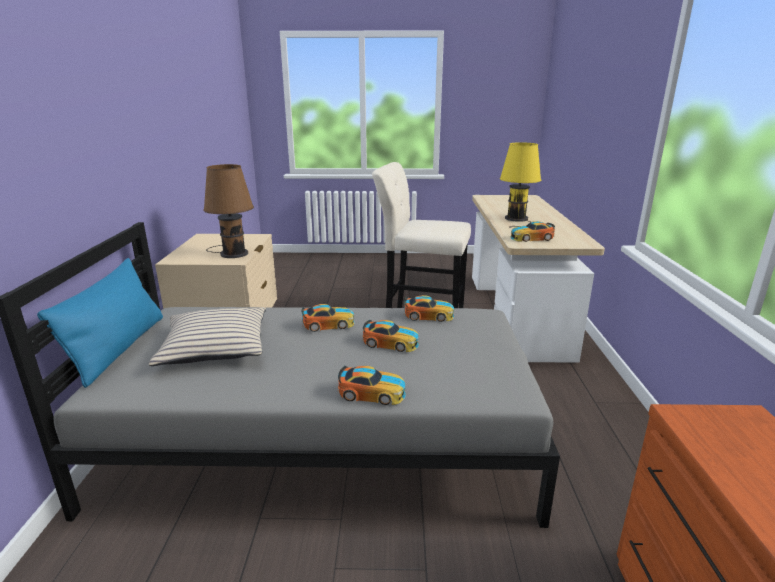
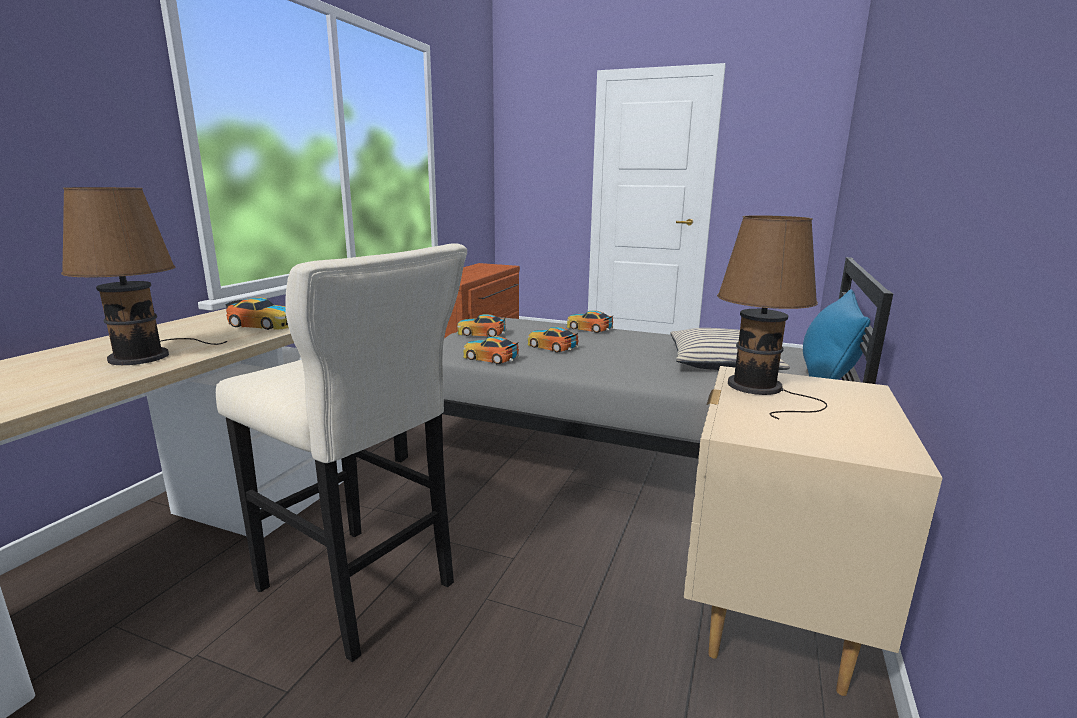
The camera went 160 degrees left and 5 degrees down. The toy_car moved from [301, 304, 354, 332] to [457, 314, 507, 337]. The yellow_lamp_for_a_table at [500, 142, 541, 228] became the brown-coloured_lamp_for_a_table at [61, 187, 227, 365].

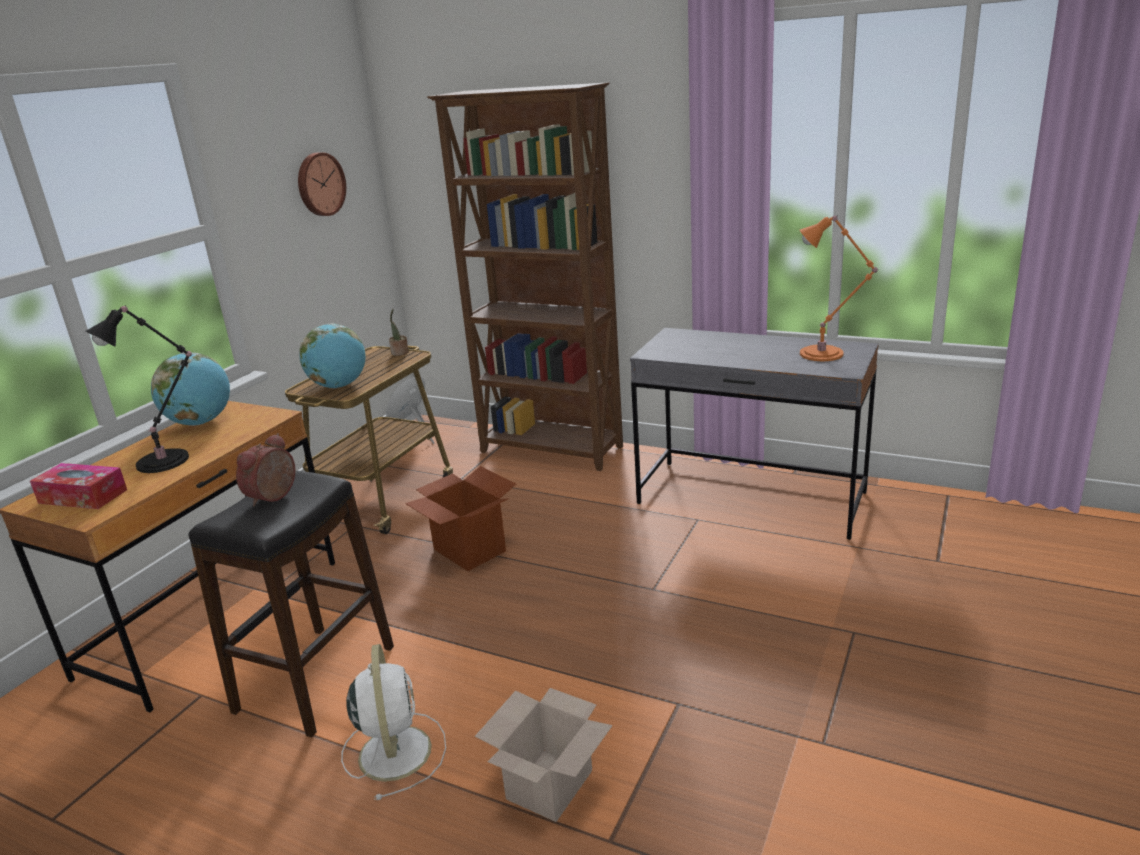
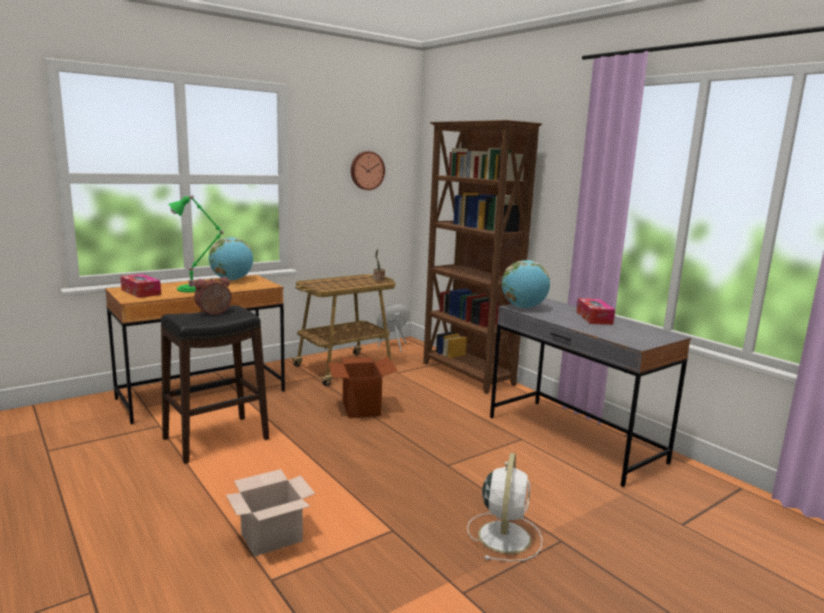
The camera went 25 degrees right and 10 degrees down. The orange-coloured_lamp_for_a_table at [800, 215, 878, 361] disappeared. The box_of_tissues at [577, 298, 615, 325] appeared. The desk_globe moved from [299, 323, 366, 388] to [502, 260, 550, 308]. The white_cooling_fan moved from [341, 644, 446, 800] to [467, 453, 542, 561]. The black-coloured_lamp_for_a_table at [86, 305, 192, 473] became the greenish_lamp_for_a_table at [168, 195, 224, 292].

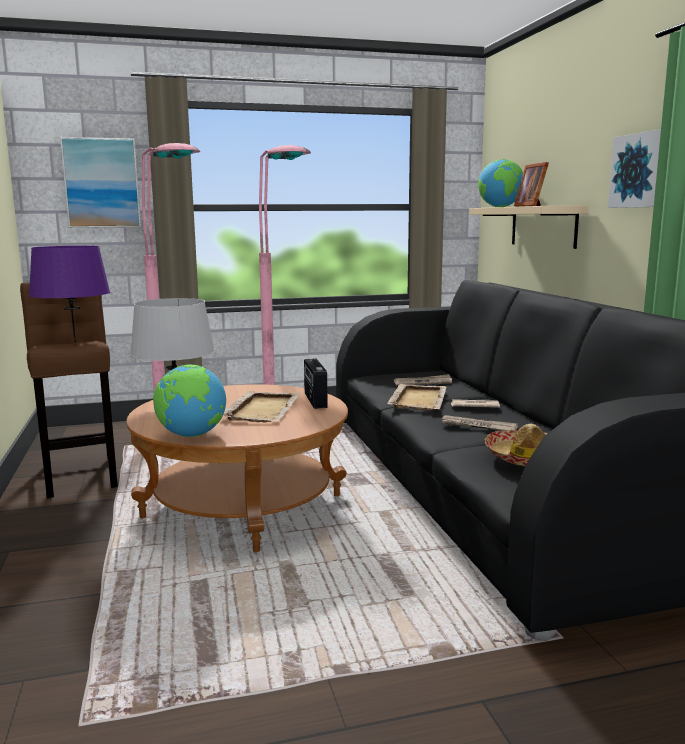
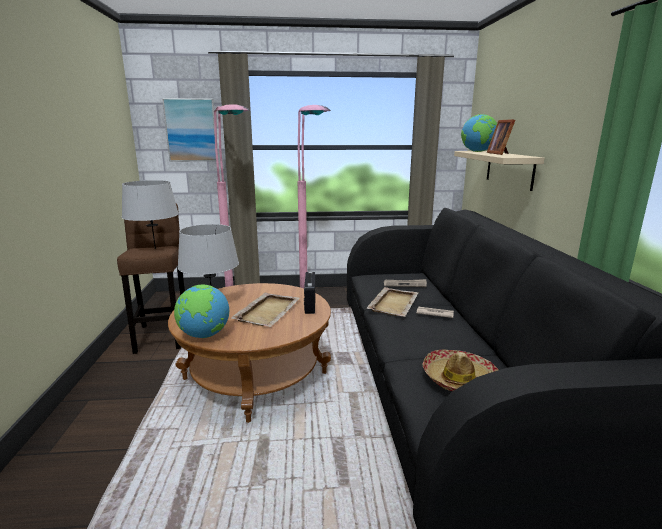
The camera went 10 degrees right and 5 degrees up. The daily_paper at [440, 415, 518, 431] disappeared. The picture at [608, 129, 661, 208] disappeared. The purplish_lamp_for_a_table at [29, 246, 110, 343] became the grey_lamp_for_a_table at [122, 180, 179, 249].

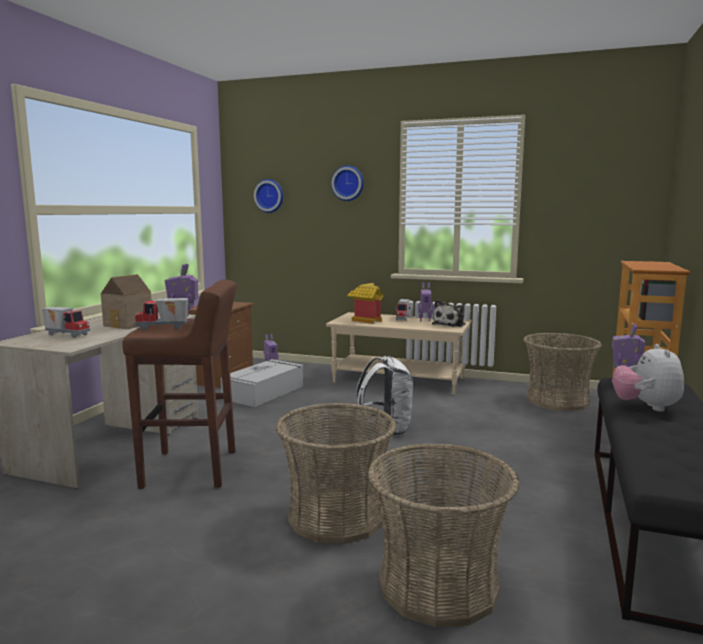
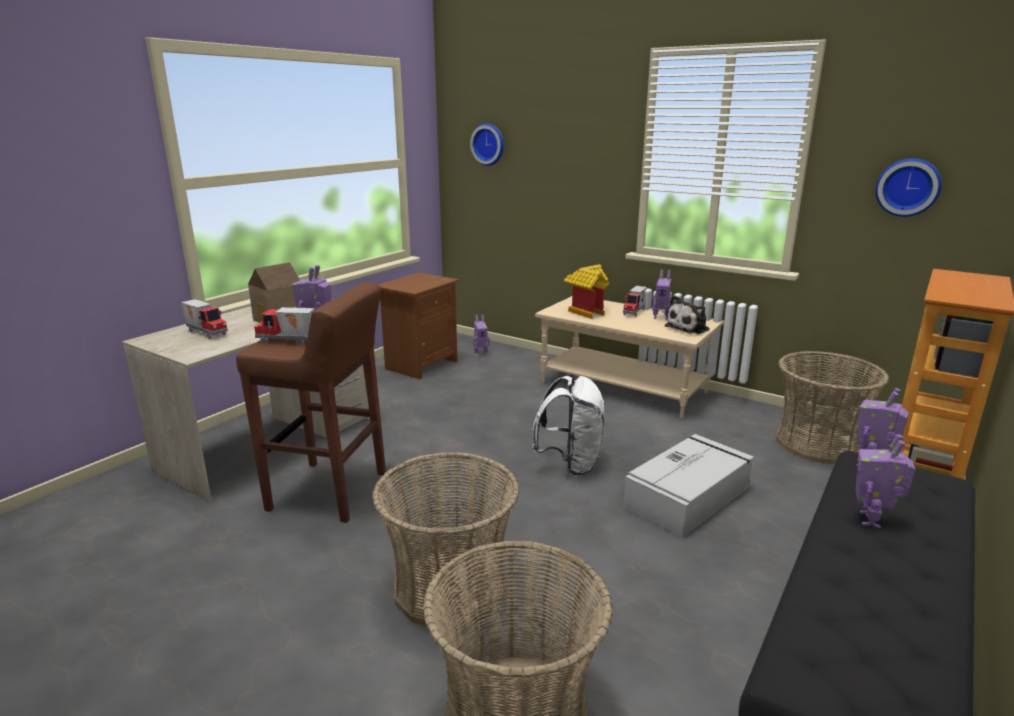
The camera went 15 degrees right and 10 degrees up. The grey_storage_container moved from [221, 359, 303, 407] to [623, 434, 754, 538]. The wall_clock moved from [331, 165, 364, 201] to [875, 158, 942, 217]. The plush_toy at [612, 344, 684, 412] was replaced by the model_robot at [856, 434, 915, 529].

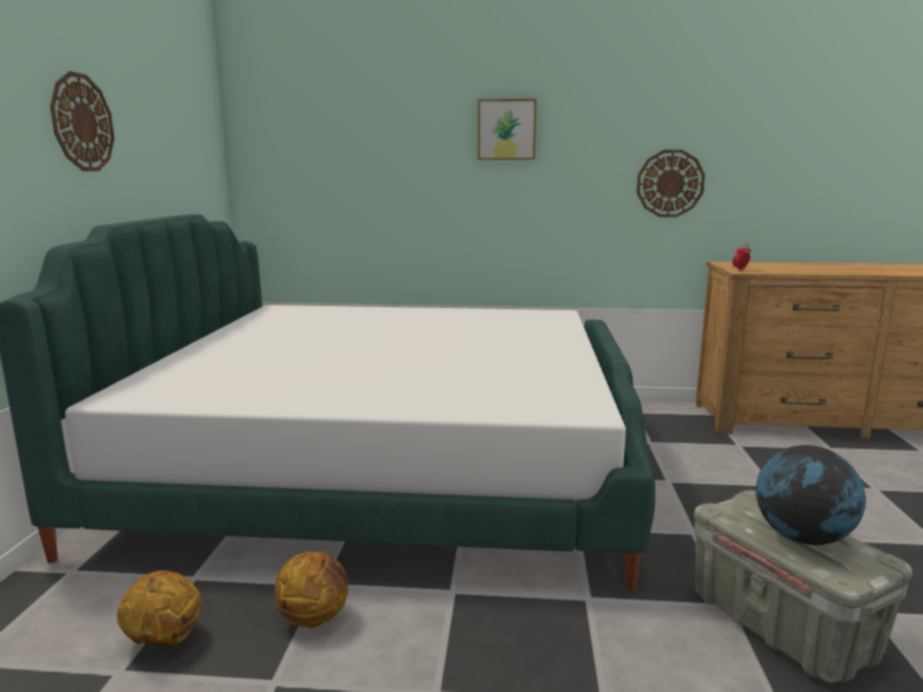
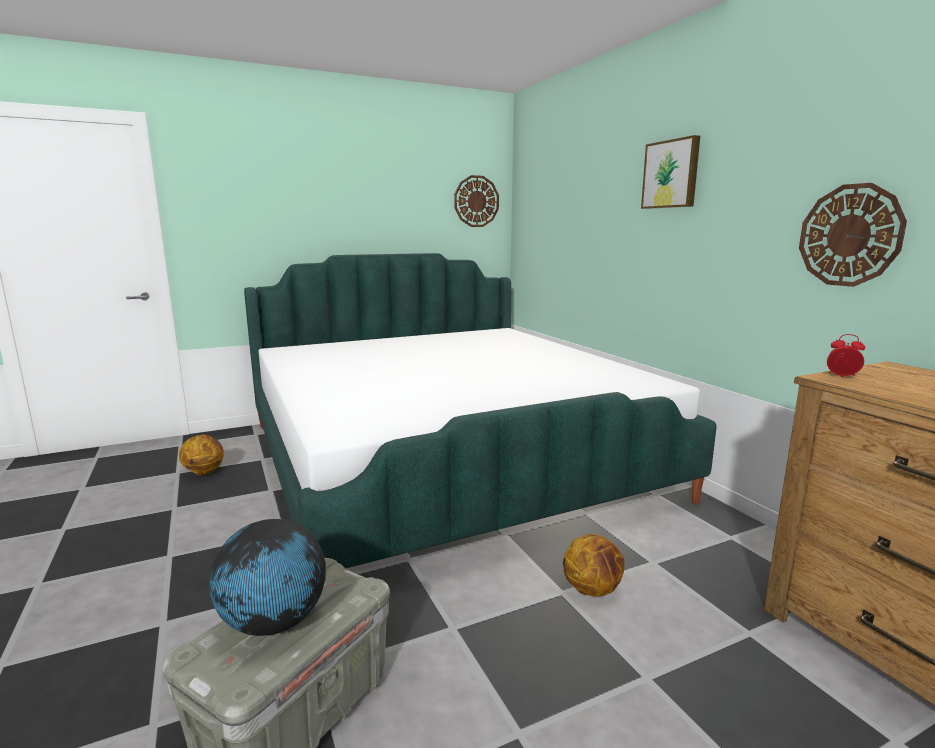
The camera went 60 degrees right and 0 degrees up. The wall_clock moved from [50, 71, 114, 171] to [454, 175, 499, 227]. The basketball_ball moved from [274, 551, 348, 628] to [563, 533, 625, 597].

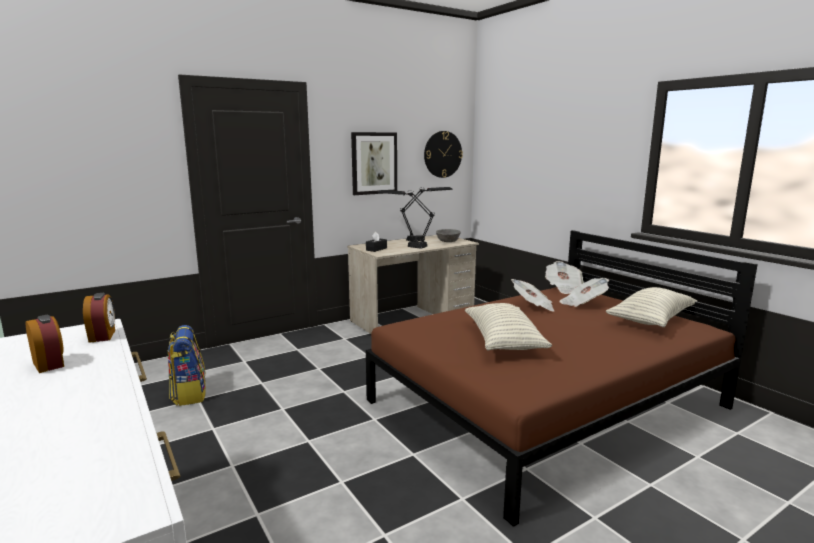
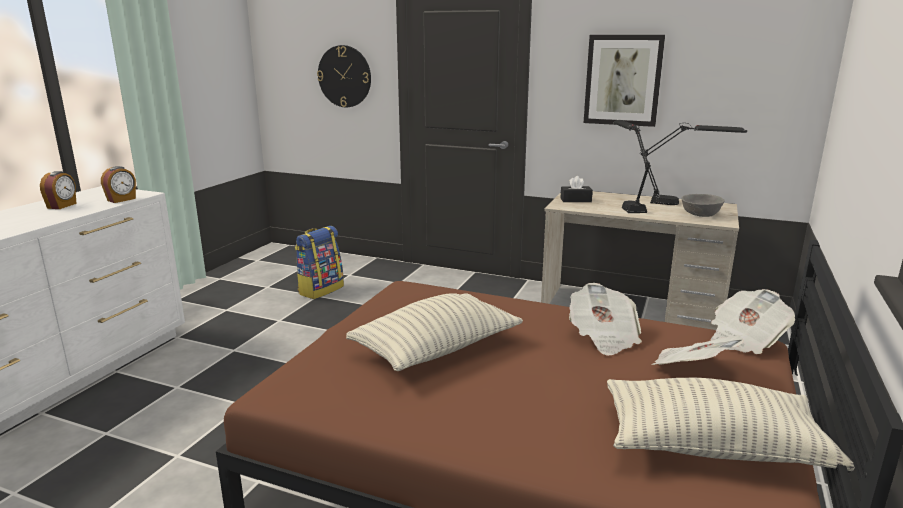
The camera went 55 degrees right and 5 degrees up. The wall_clock moved from [424, 131, 463, 178] to [317, 45, 371, 107].

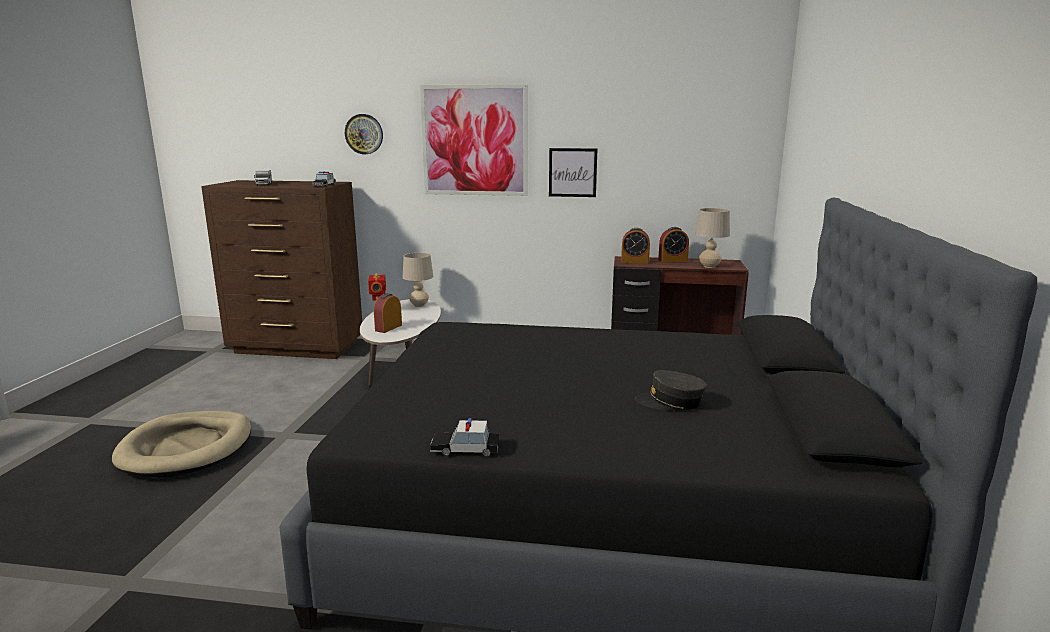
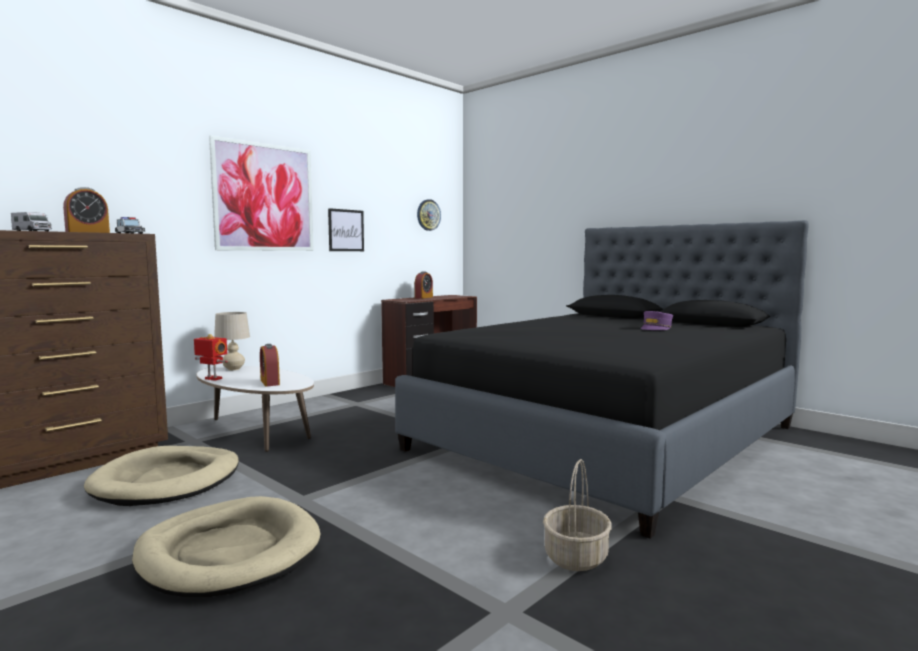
The camera went 55 degrees left and 10 degrees down. The toy_car at [430, 418, 500, 456] disappeared. The beige-coloured_lamp_for_a_table at [695, 208, 730, 268] disappeared. The beige-coloured_dog_cushion at [84, 446, 239, 506] appeared. The storage_basket at [543, 459, 612, 571] appeared. The wall_clock moved from [345, 114, 383, 154] to [417, 199, 441, 231]. The alarm_clock moved from [621, 228, 650, 264] to [63, 187, 110, 233]. The grey_baseball_cap at [635, 370, 707, 411] became the purplish_baseball_cap at [640, 311, 673, 330].

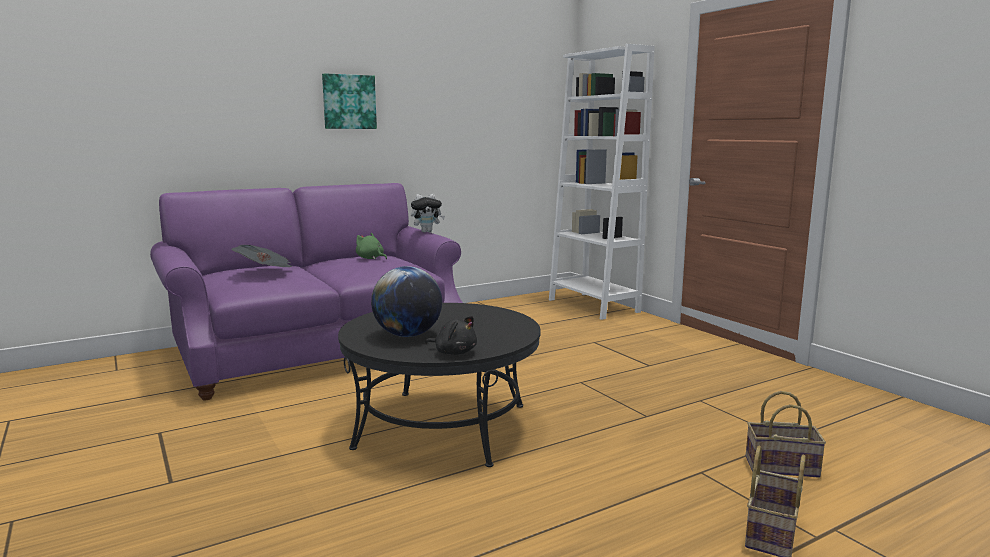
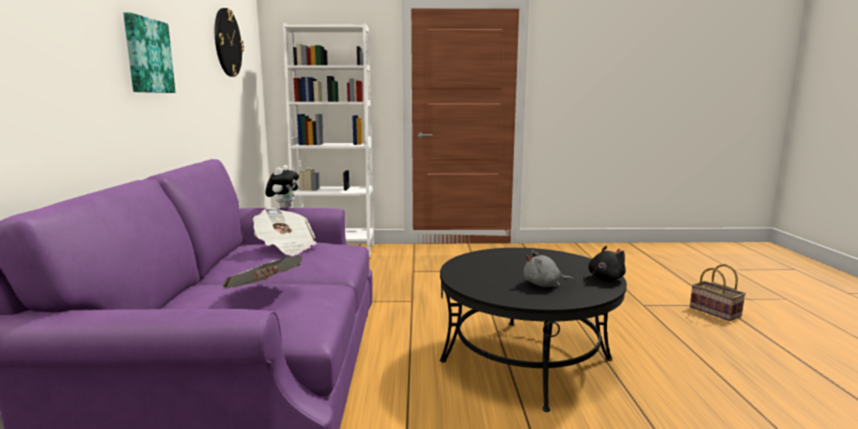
The camera went 60 degrees left and 0 degrees up. The storage_basket at [746, 391, 826, 478] disappeared. The wall_clock at [215, 8, 244, 77] appeared. The greenish_plush_toy at [356, 233, 387, 259] was replaced by the daily_paper at [253, 208, 317, 256]. The desk_globe at [371, 266, 442, 337] was replaced by the grey_plush_toy at [524, 250, 574, 287].

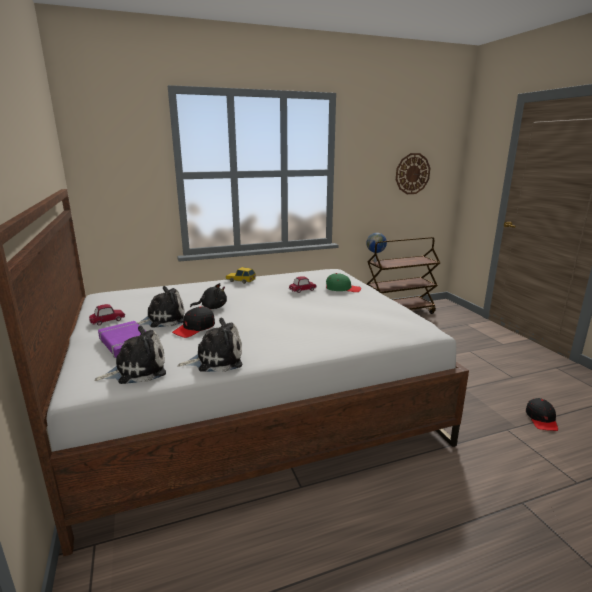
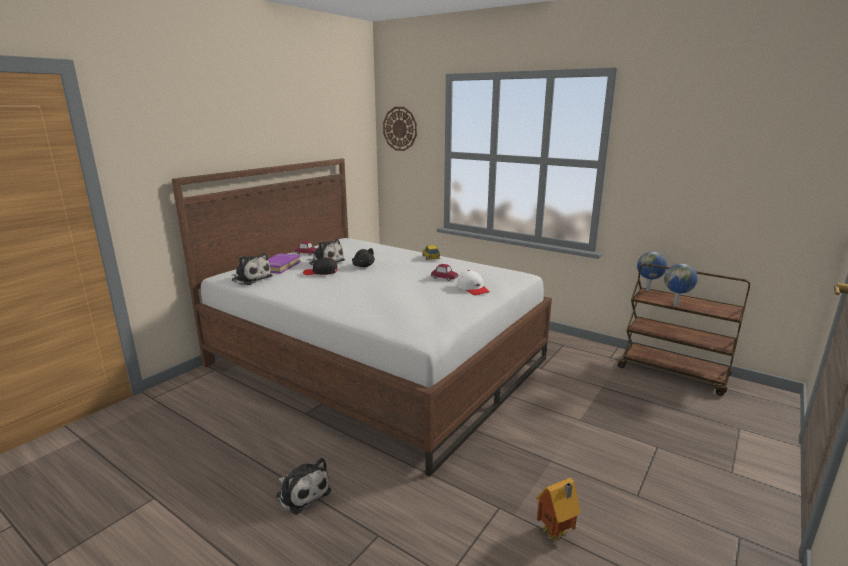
The camera went 55 degrees right and 0 degrees up. The desk_globe at [664, 264, 697, 306] appeared. The plush_toy moved from [177, 318, 242, 372] to [276, 458, 331, 515]. The wall_clock moved from [396, 153, 430, 194] to [383, 107, 417, 151]. The black-coloured_baseball_cap at [526, 398, 558, 431] was replaced by the toy_house at [536, 478, 581, 543]. The greenish_baseball_cap at [326, 273, 361, 292] became the white_baseball_cap at [457, 270, 490, 295].

